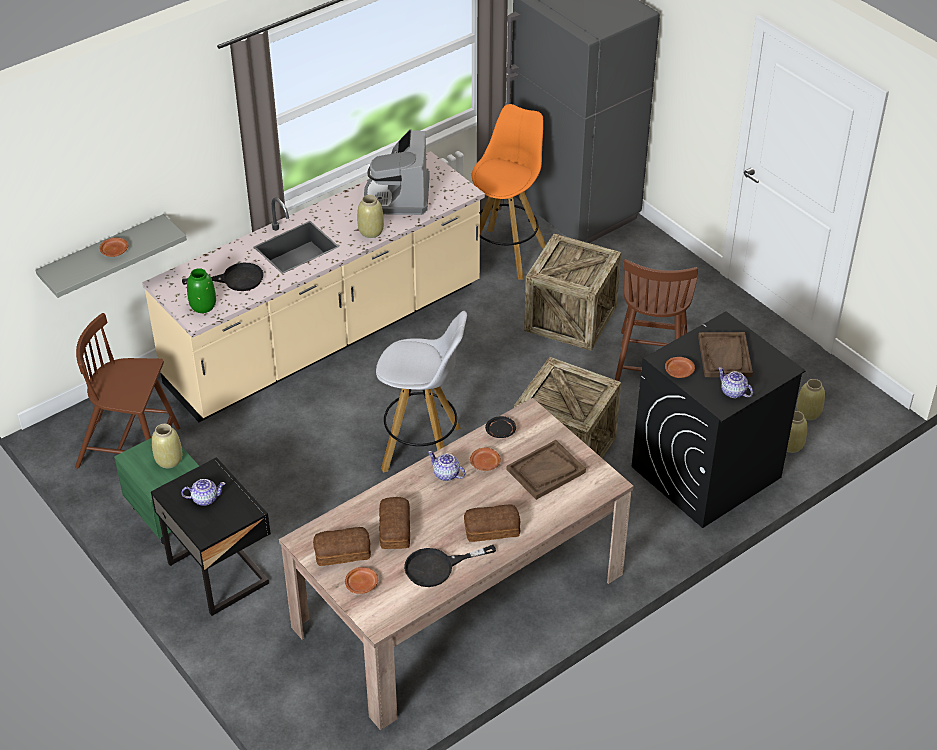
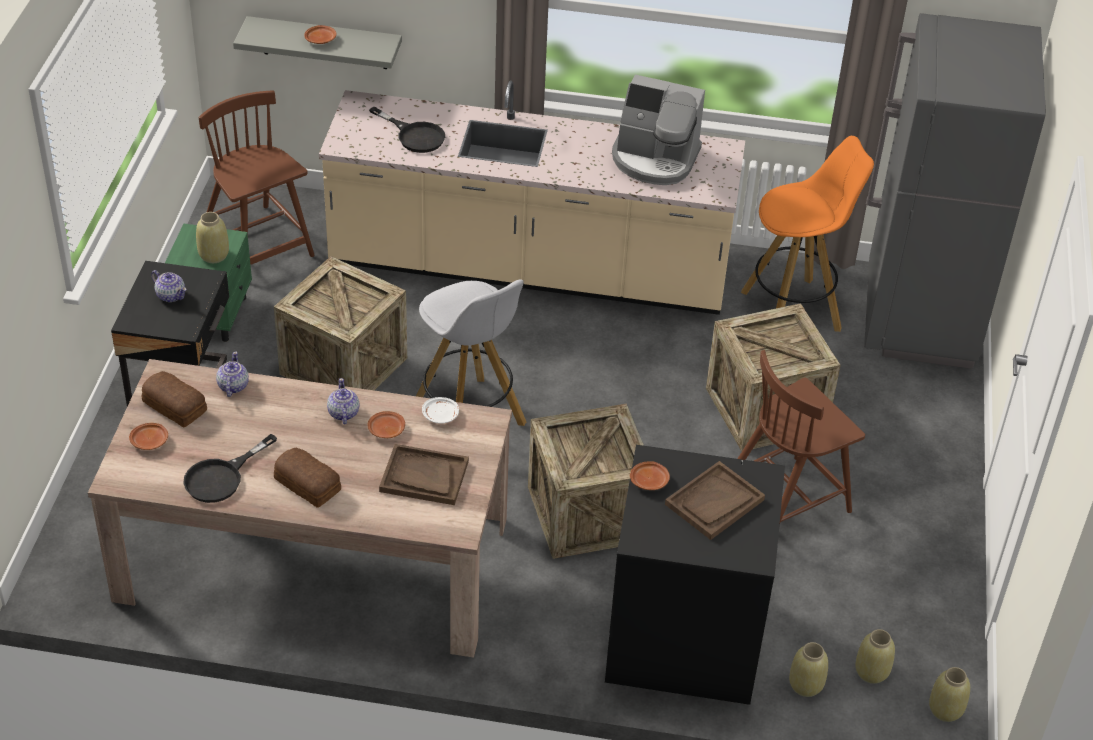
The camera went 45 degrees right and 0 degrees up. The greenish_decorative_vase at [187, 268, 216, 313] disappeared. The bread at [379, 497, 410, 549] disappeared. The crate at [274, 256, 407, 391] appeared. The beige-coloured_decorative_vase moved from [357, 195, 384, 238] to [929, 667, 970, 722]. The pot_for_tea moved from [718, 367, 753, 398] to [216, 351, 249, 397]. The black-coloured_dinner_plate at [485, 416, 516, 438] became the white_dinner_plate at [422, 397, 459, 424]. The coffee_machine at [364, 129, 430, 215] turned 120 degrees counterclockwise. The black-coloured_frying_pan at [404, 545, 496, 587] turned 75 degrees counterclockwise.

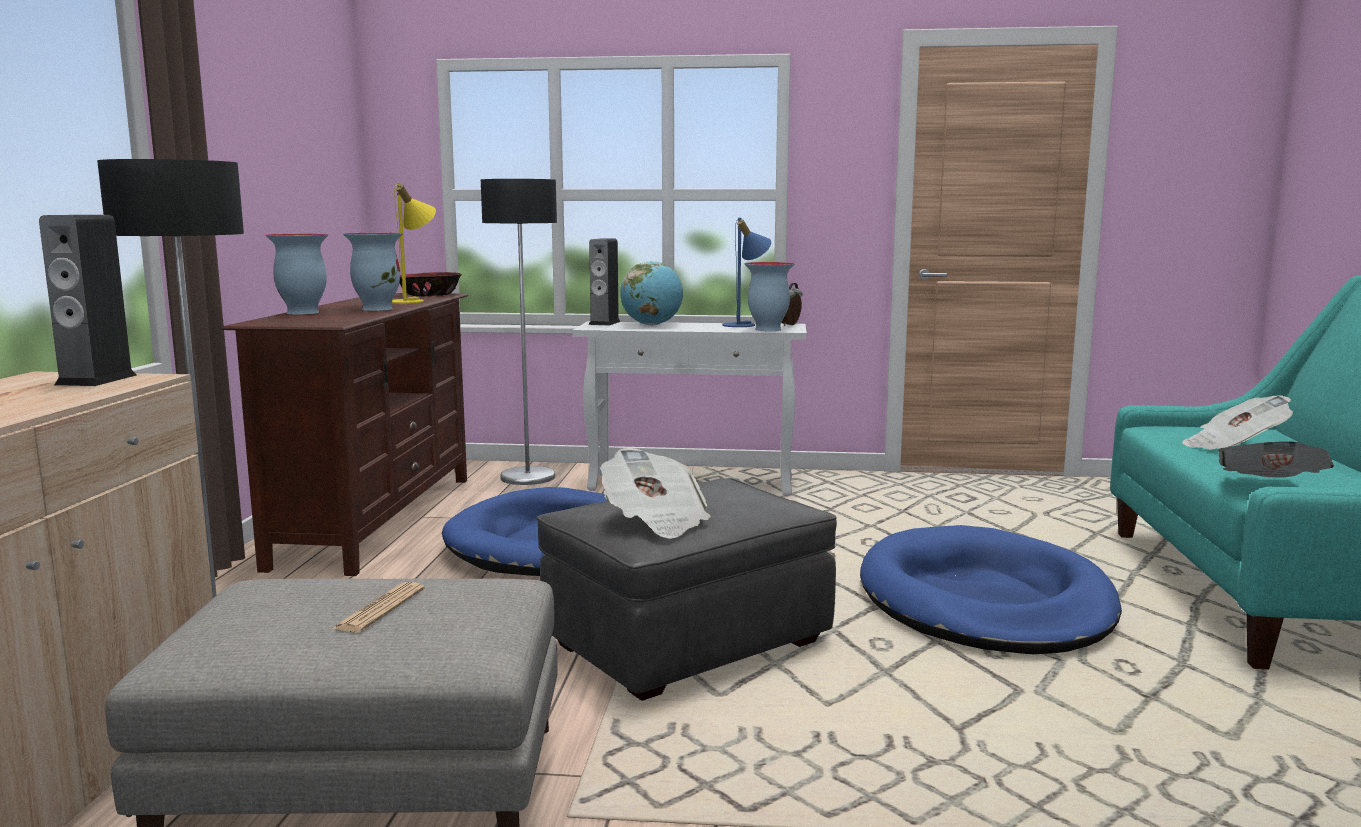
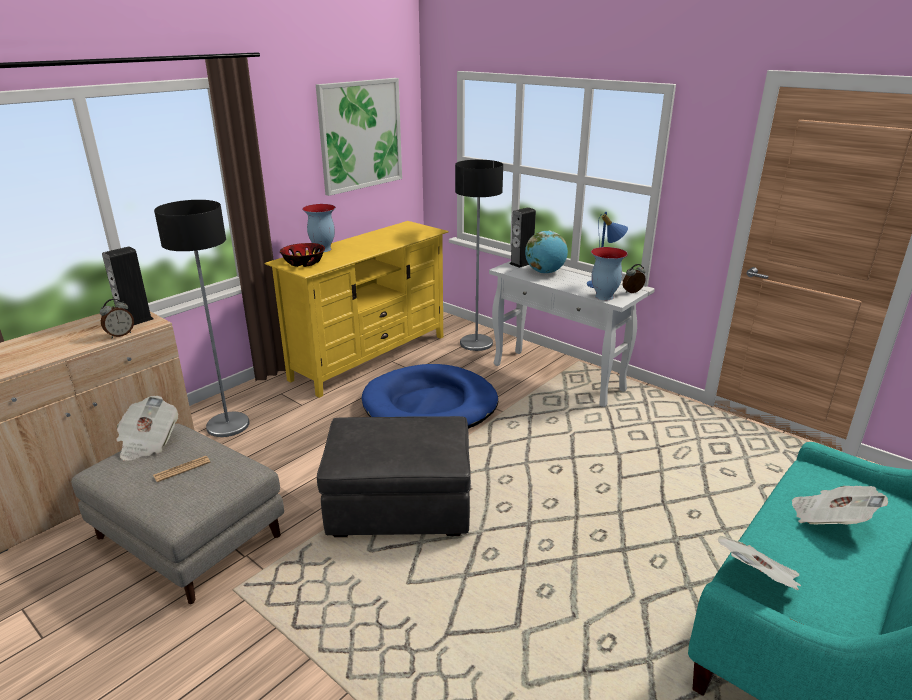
The camera went 35 degrees right and 15 degrees up. The decorative_vase at [343, 233, 403, 311] disappeared. The yellow_lamp_for_a_table at [392, 183, 436, 304] disappeared. The blue_dog_cushion at [860, 525, 1122, 654] disappeared. The alarm_clock at [100, 299, 134, 338] appeared. The picture at [316, 78, 402, 196] appeared. The serving_bowl moved from [400, 272, 462, 296] to [280, 243, 325, 267]. The daily_paper moved from [600, 448, 711, 539] to [116, 396, 178, 461]. The brown-coloured_media_console at [221, 293, 468, 576] became the yellow_media_console at [264, 221, 449, 398].

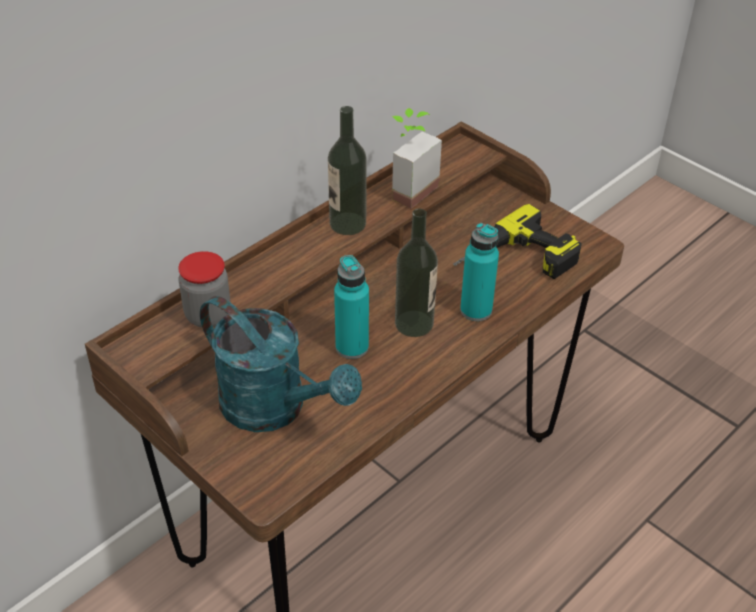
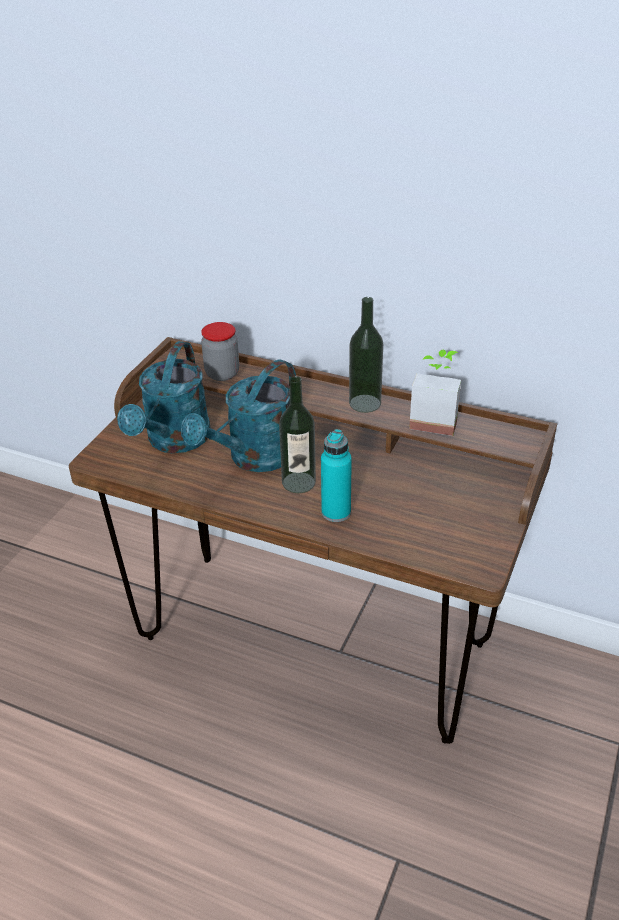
The camera went 70 degrees right and 5 degrees down. The electric_drill at [453, 204, 582, 279] disappeared. The blue-green_beverage_bottle at [334, 255, 369, 359] was replaced by the blue-green_sprinkling_can at [181, 359, 296, 472].

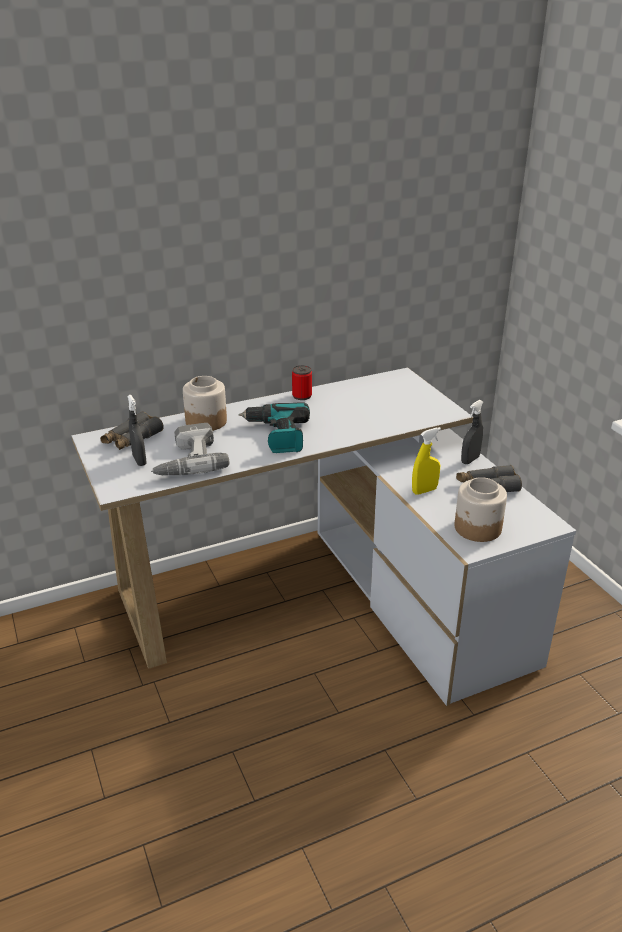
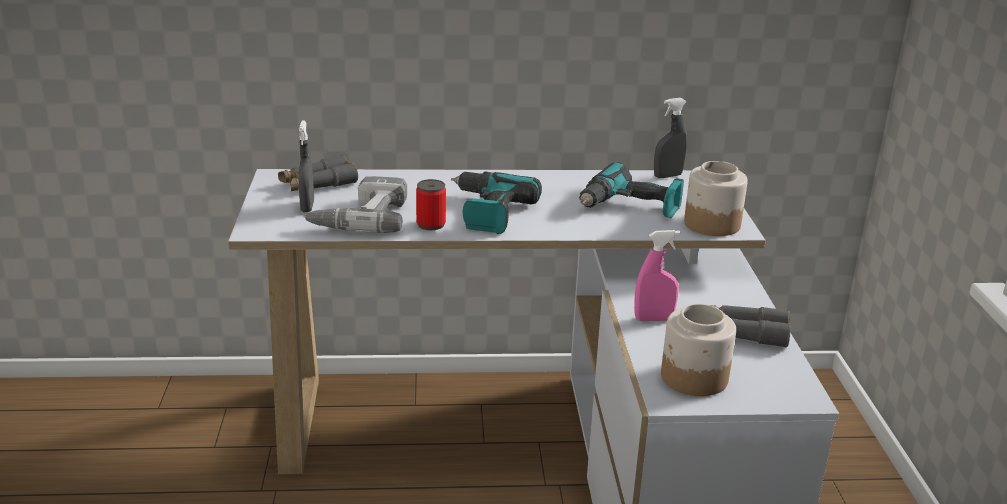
The camera went 20 degrees right and 5 degrees down. The electric_drill at [579, 162, 684, 218] appeared. The preserve_jar moved from [183, 376, 227, 431] to [684, 161, 748, 236]. The metal_can moved from [292, 365, 312, 400] to [416, 179, 446, 230]. The grey_spray_bottle moved from [461, 400, 483, 464] to [654, 98, 687, 178]. The yellow_spray_bottle at [412, 427, 441, 495] became the pinkish_spray_bottle at [634, 230, 680, 321].

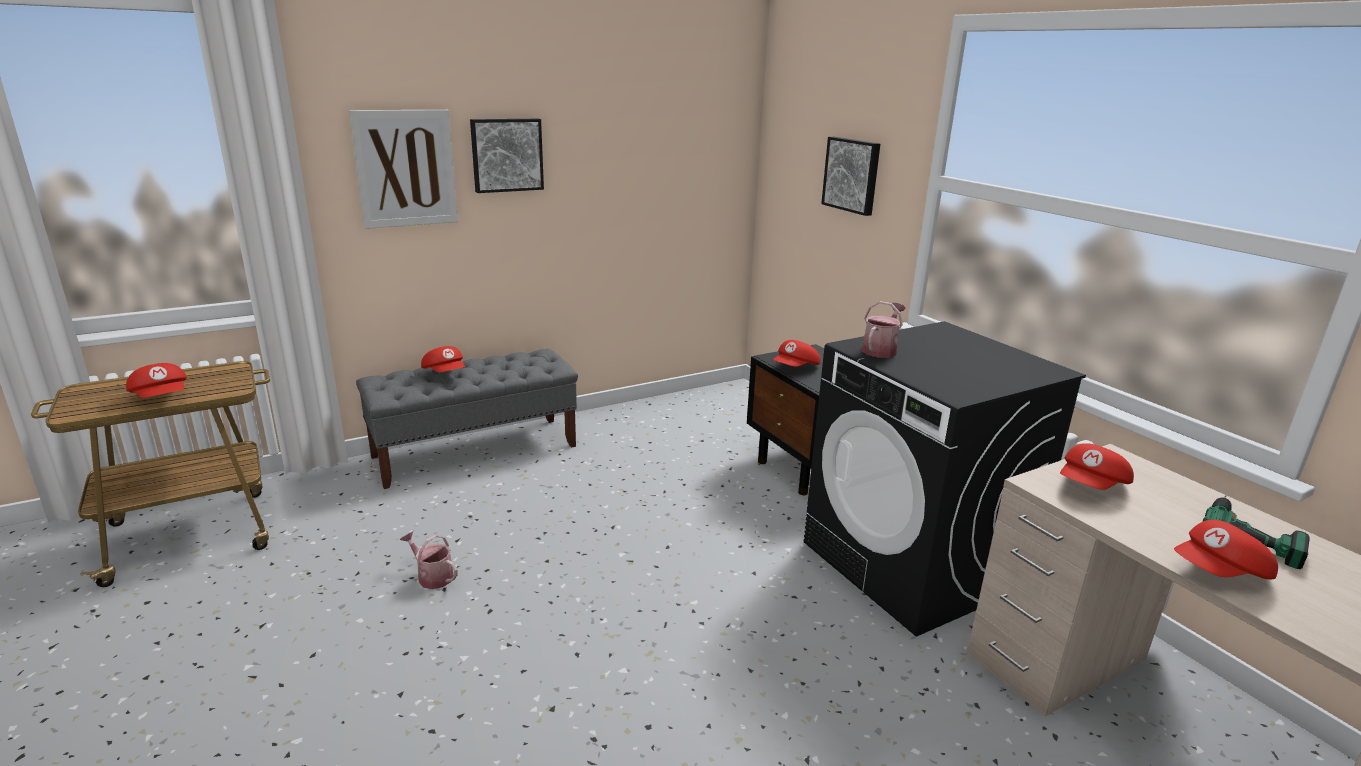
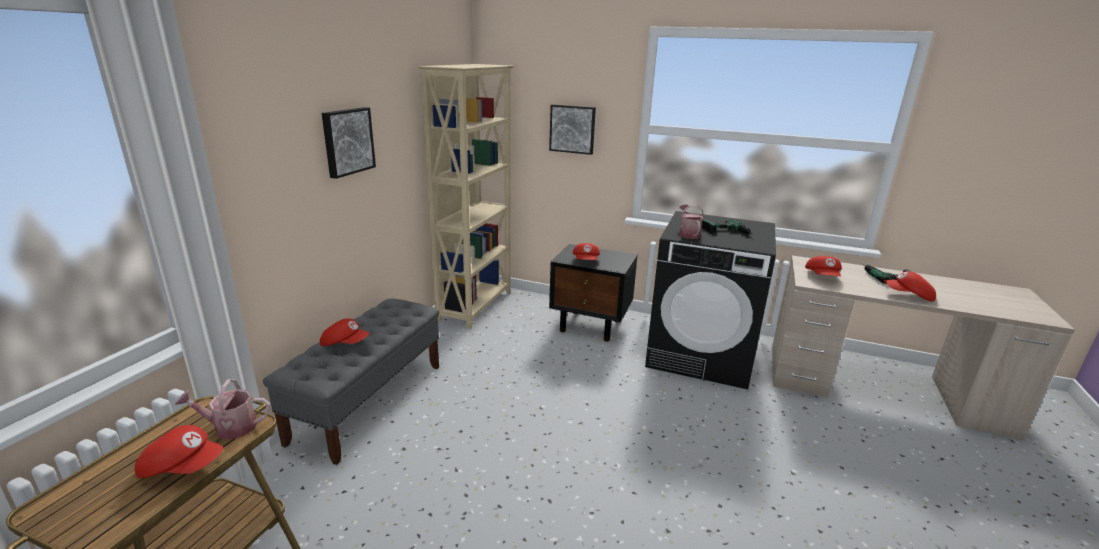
The camera went 40 degrees left and 0 degrees up. The picture at [349, 110, 458, 229] disappeared. The beige-coloured_bookcase at [418, 64, 515, 329] appeared. The electric_drill at [701, 219, 754, 235] appeared. The sprinkling_can moved from [400, 531, 458, 589] to [175, 379, 271, 440]. The red-coloured_baseball_cap at [1174, 520, 1278, 579] turned 75 degrees clockwise.

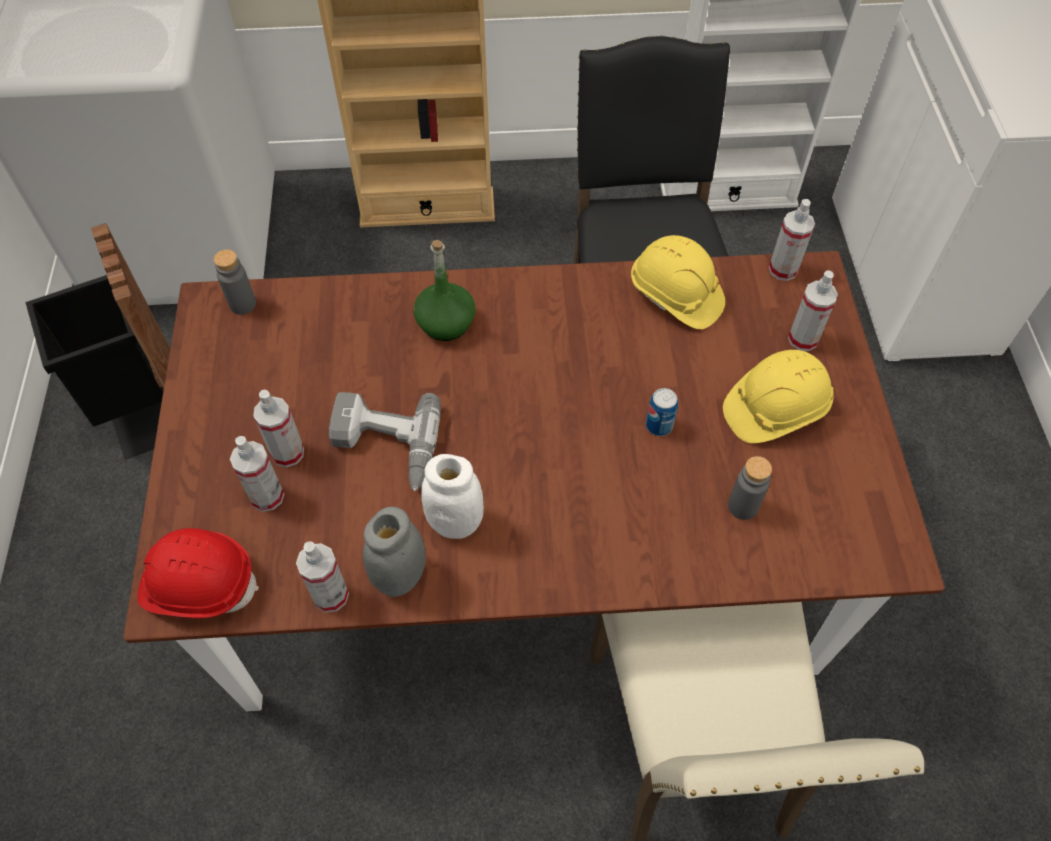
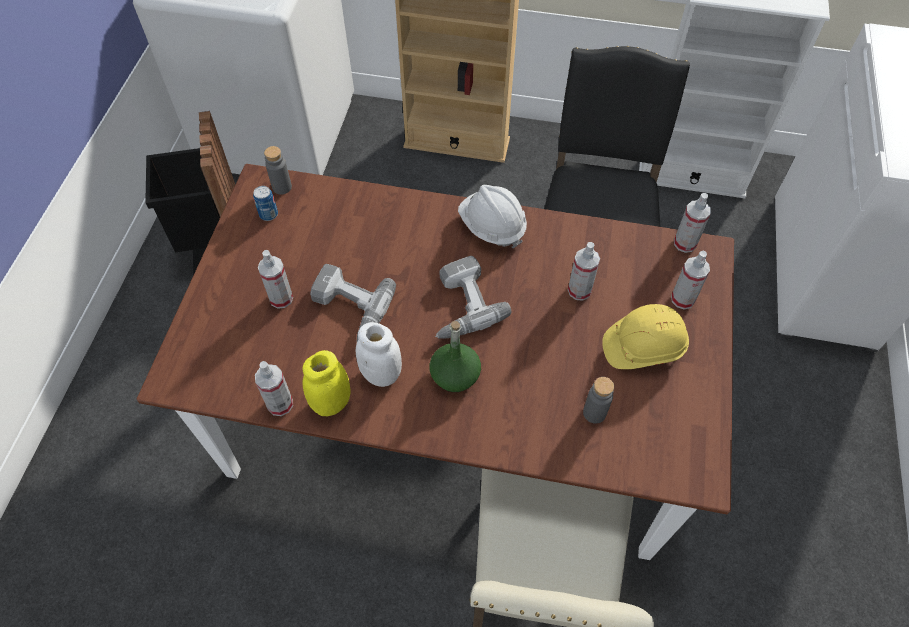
The camera went 15 degrees right and 0 degrees up. The red-coloured_hard_hat at [137, 528, 259, 618] disappeared. The yellow_hard_hat at [631, 235, 725, 329] disappeared. The electric_drill at [435, 256, 511, 339] appeared. The white_hard_hat at [458, 185, 527, 248] appeared. The spray_bottle moved from [230, 436, 284, 512] to [568, 242, 600, 301]. The greenish_beverage_bottle moved from [414, 240, 475, 341] to [430, 321, 481, 392]. The metal_can moved from [646, 388, 678, 436] to [253, 186, 278, 221]. The grey_preserve_jar at [363, 507, 426, 597] became the yellow_preserve_jar at [302, 350, 351, 416].

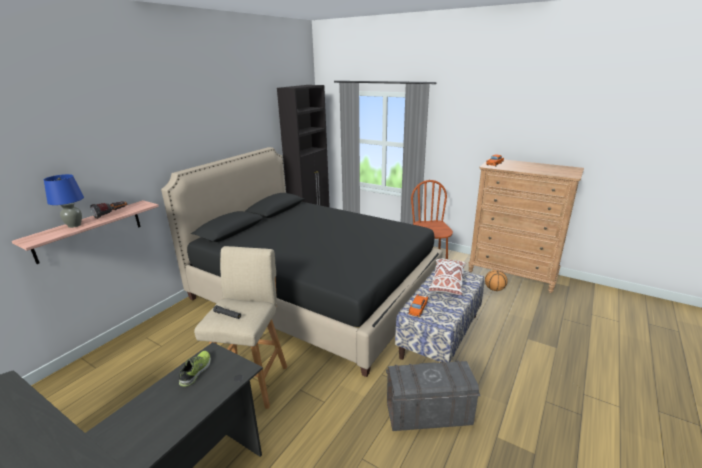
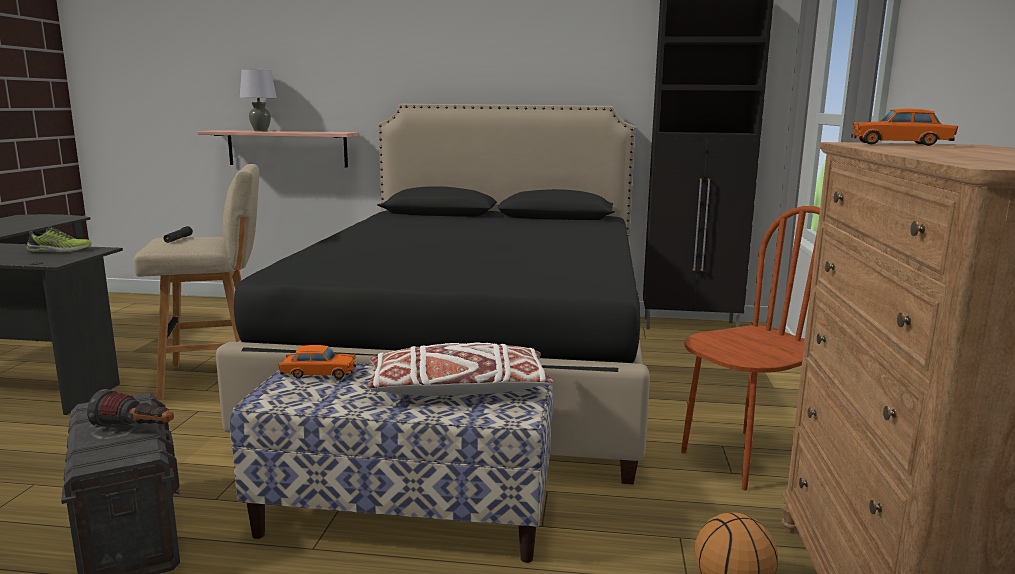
The camera went 65 degrees right and 10 degrees down. The hand_torch moved from [90, 201, 128, 219] to [87, 389, 174, 427]. The blue_lamp_for_a_table at [44, 174, 84, 228] became the grey_lamp_for_a_table at [240, 69, 277, 131].

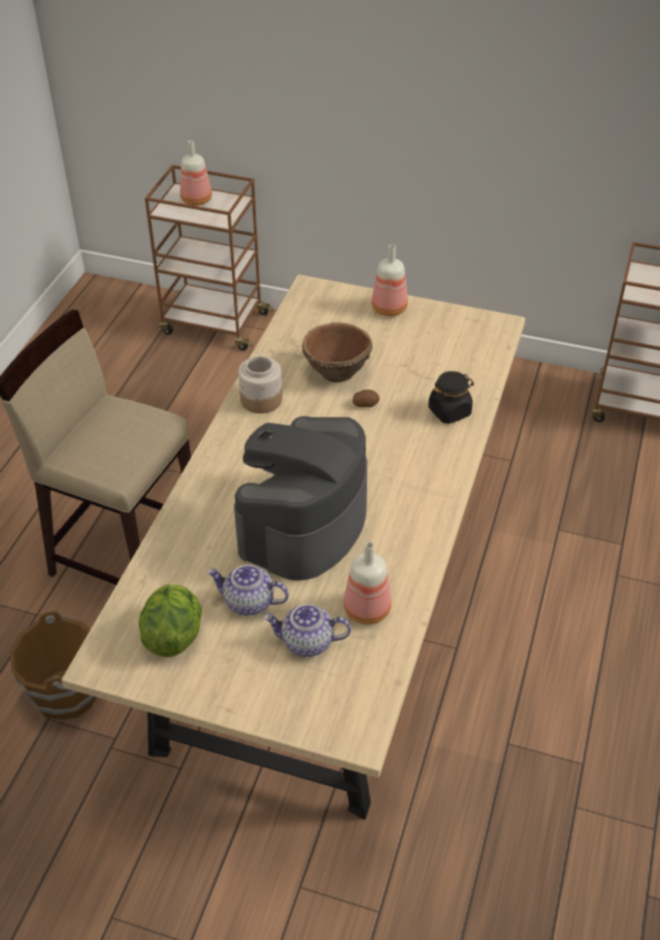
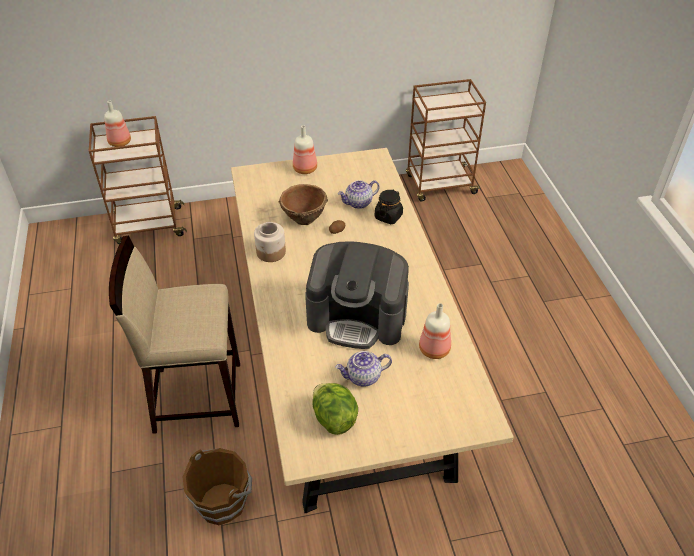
The camera went 30 degrees left and 0 degrees up. The pot_for_tea moved from [263, 604, 351, 657] to [338, 180, 380, 209]. The coffee_machine at [234, 416, 367, 580] turned 75 degrees counterclockwise.

